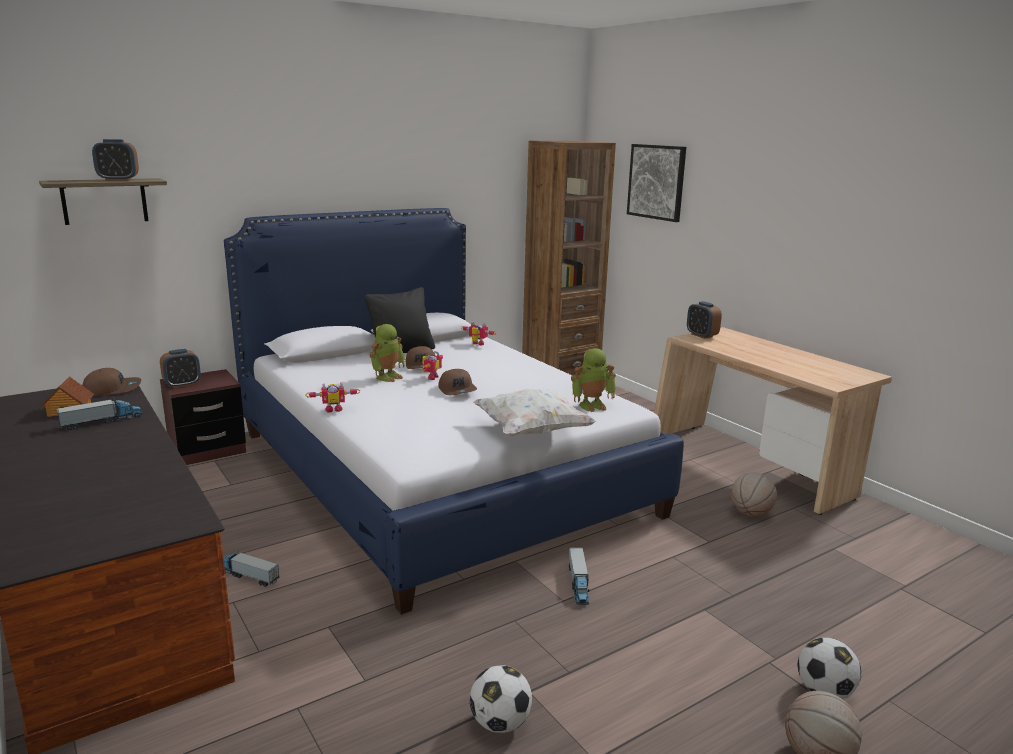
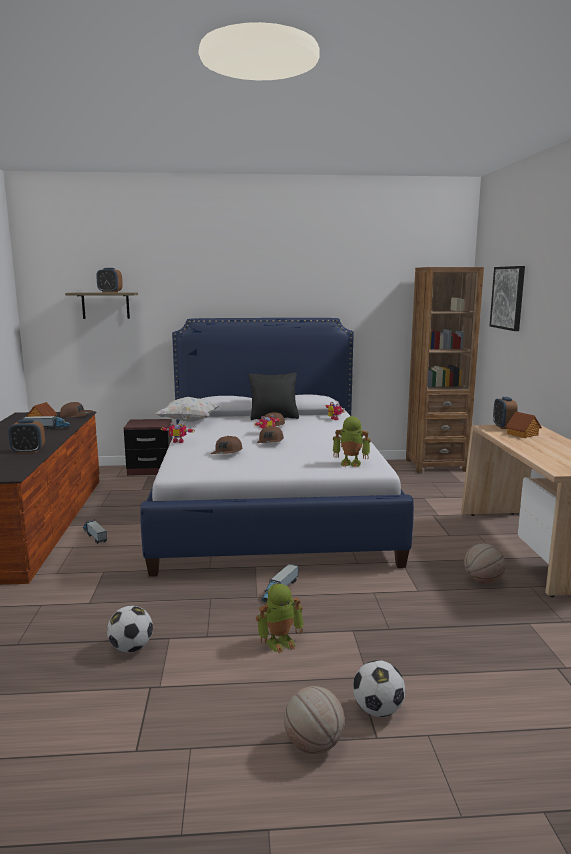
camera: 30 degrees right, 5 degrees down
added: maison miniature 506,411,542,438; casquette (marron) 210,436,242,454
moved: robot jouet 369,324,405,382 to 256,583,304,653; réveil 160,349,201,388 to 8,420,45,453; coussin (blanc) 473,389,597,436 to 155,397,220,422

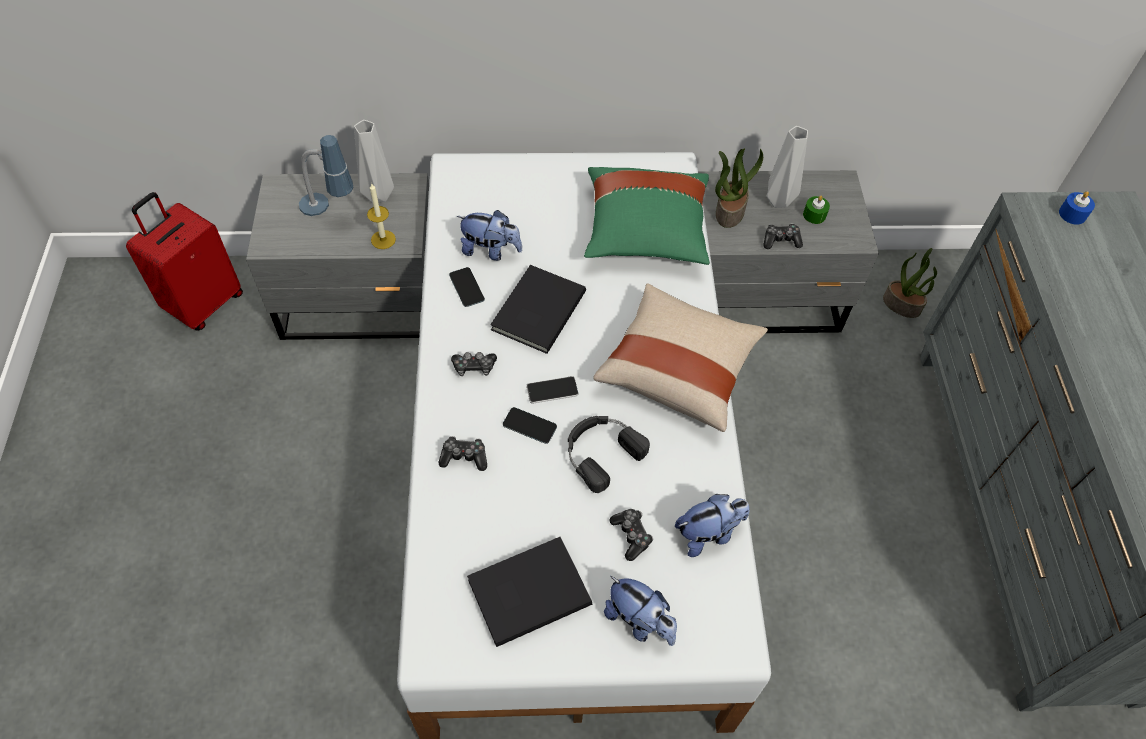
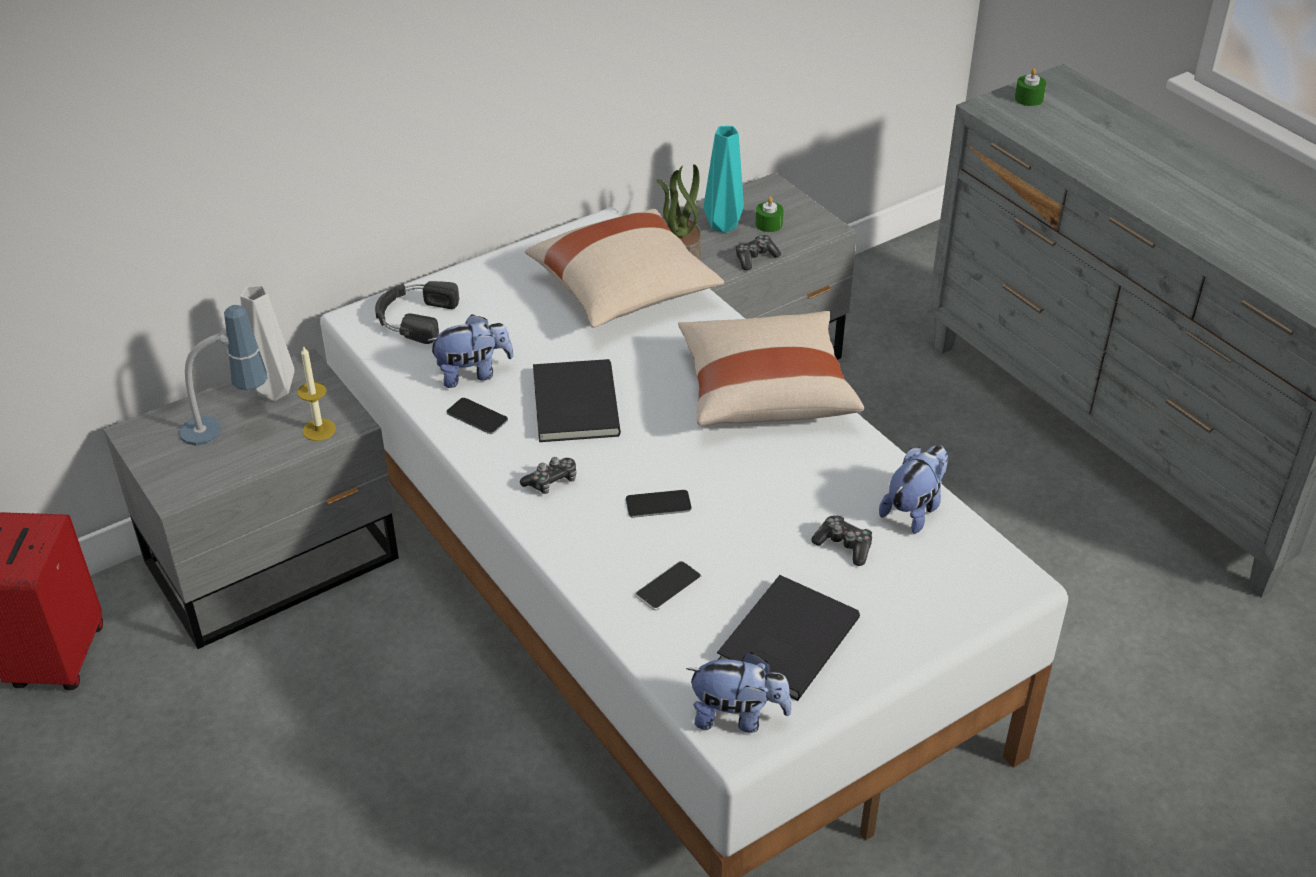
camera: 30 degrees left, 15 degrees down
removed: plante en pot 883,248,937,318; manette 438,436,487,471
moved: téléphone 526,376,579,404 to 635,561,701,611; casque audio (noir) 568,416,650,493 to 375,281,459,344; peluche 604,576,677,646 to 686,652,792,733
recoloured: vase (gris) 767,126,808,208 to vase (turquoise) 704,126,744,233; coussin (vert) 584,167,710,265 to coussin (beige) 525,209,725,328; bougie (bleu) 1059,191,1095,225 to bougie (vert) 1015,68,1046,106

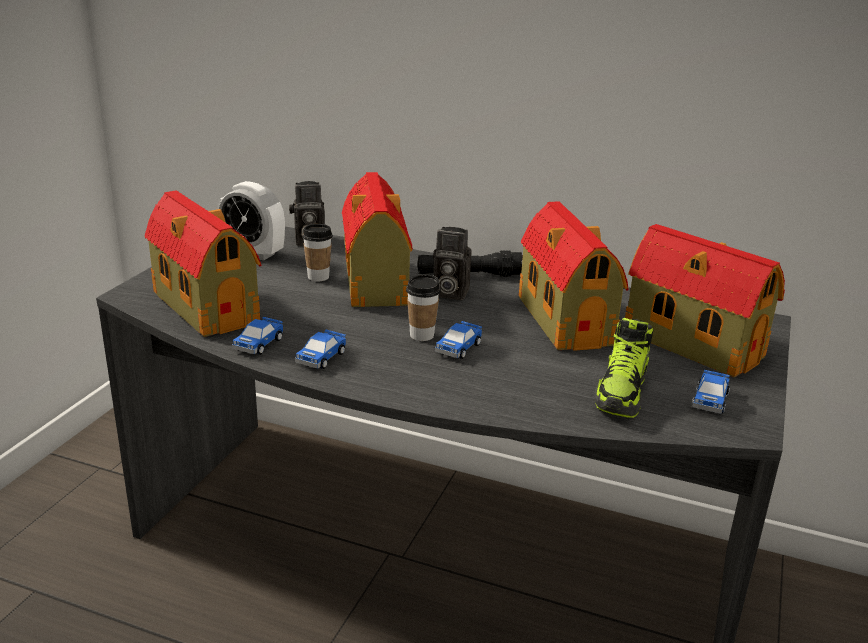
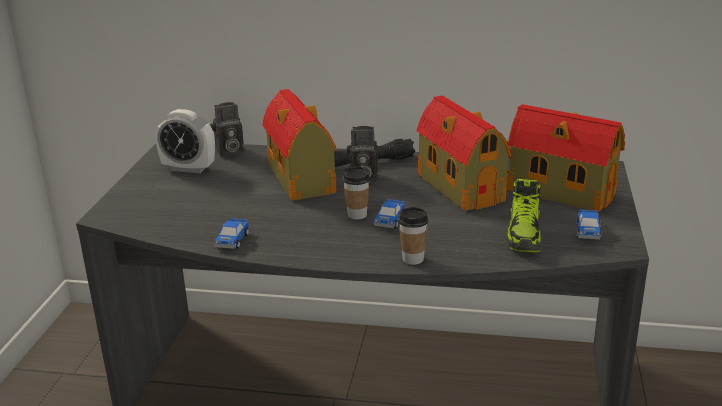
camera: 10 degrees left, 0 degrees up
removed: maison miniature 145,190,262,337; petite voiture 295,330,346,369
moved: tasse 302,224,333,281 to 398,207,429,265

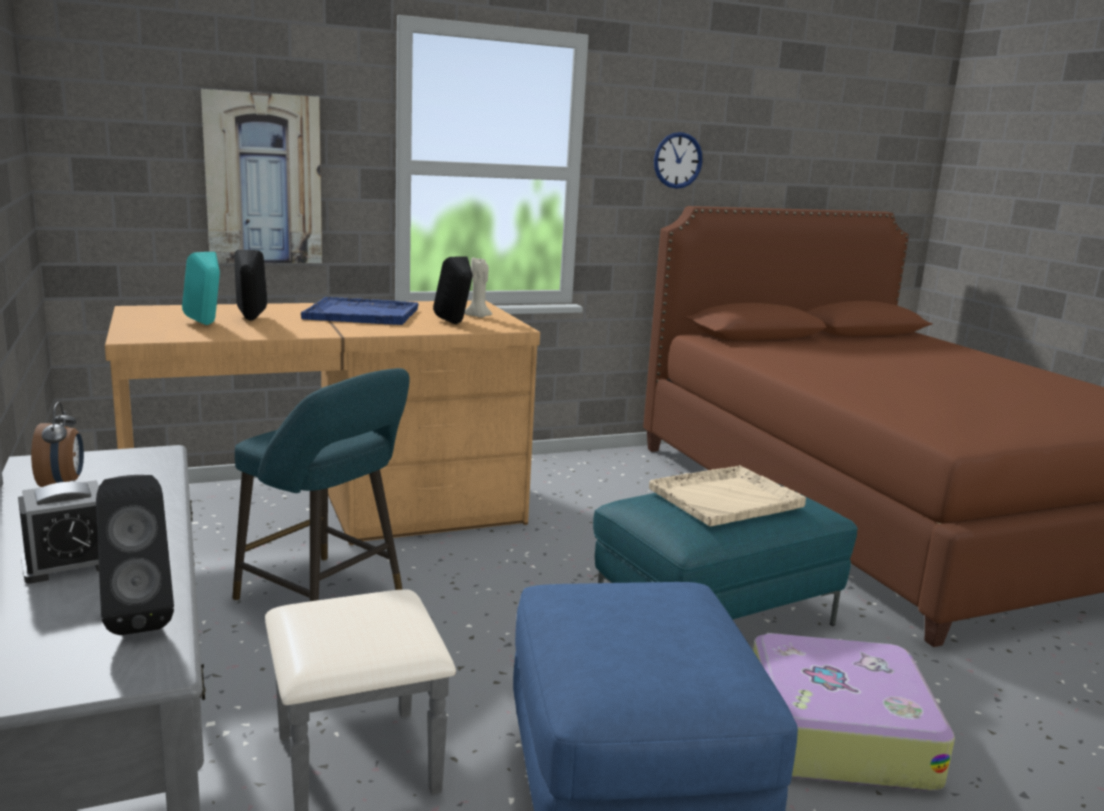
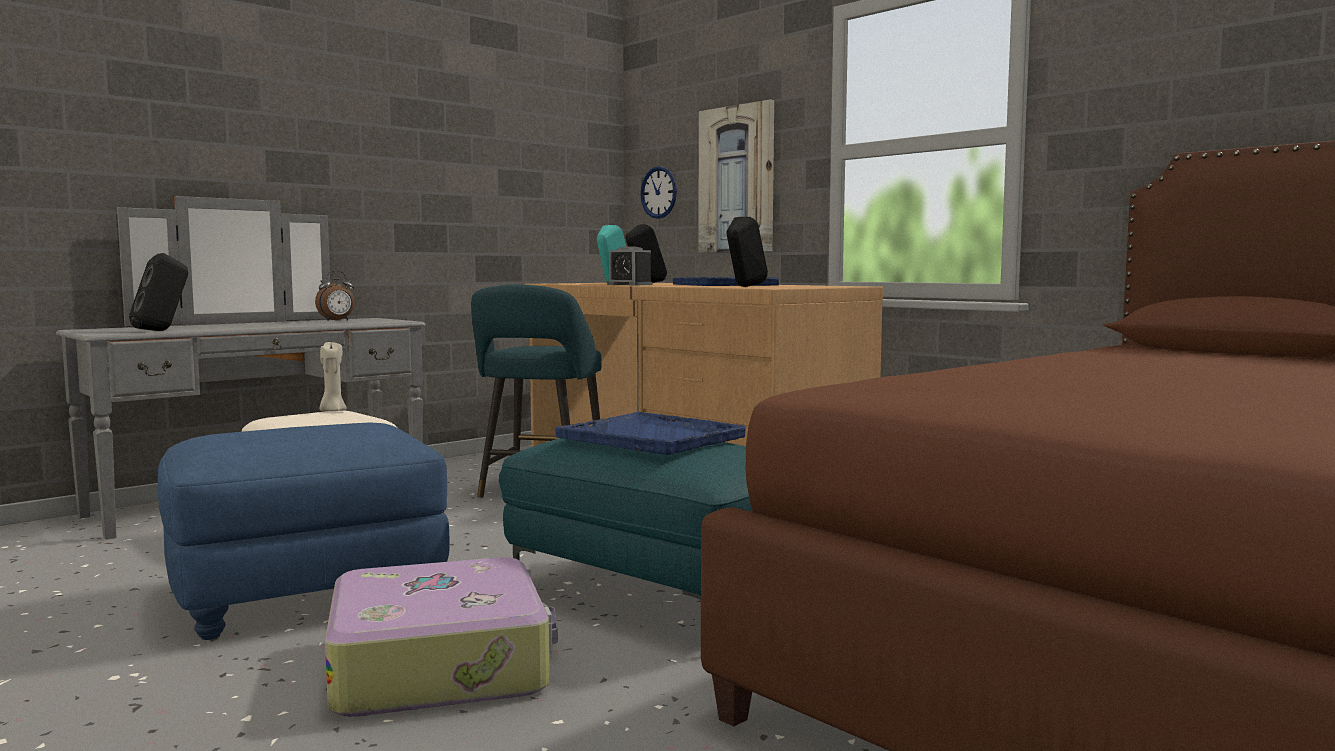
camera: 70 degrees right, 10 degrees down
moved: horloge murale 654,132,703,189 to 641,166,677,219; bougie (beige) 464,257,492,318 to 320,342,346,412; réveil 18,480,99,584 to 608,246,652,285
recoloured: plateau (beige) 649,465,806,526 to plateau (bleu) 555,412,746,455

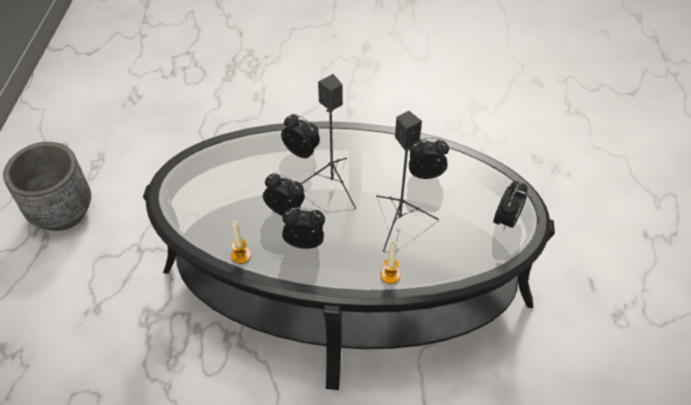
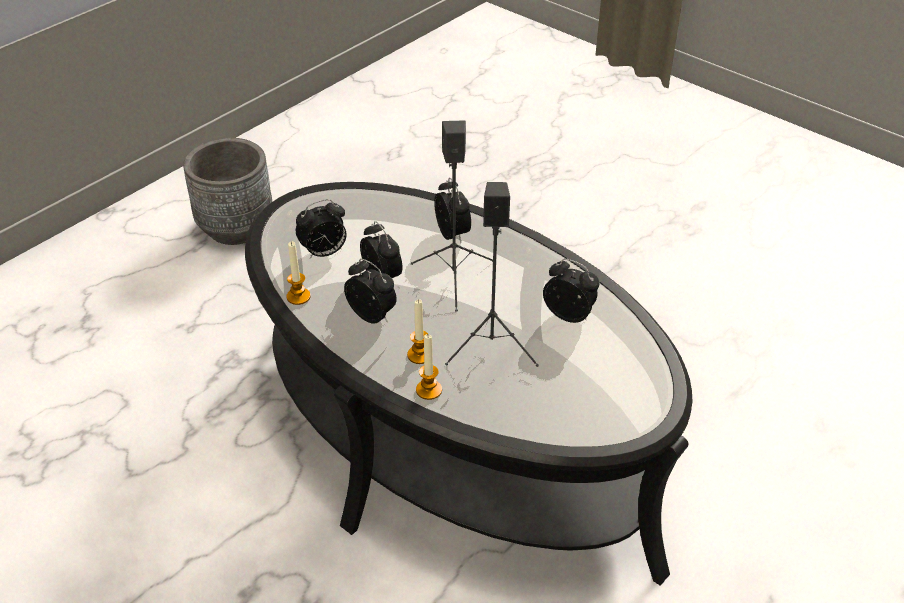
camera: 35 degrees right, 10 degrees down
added: bougie 407,299,428,364
moved: réveil 493,181,528,231 to 296,199,347,259

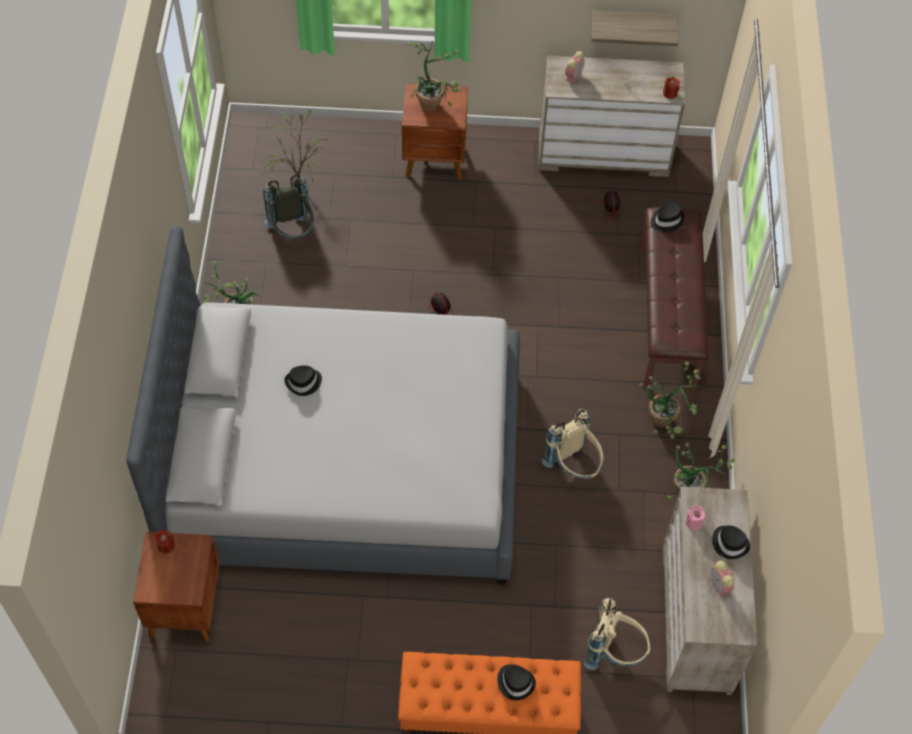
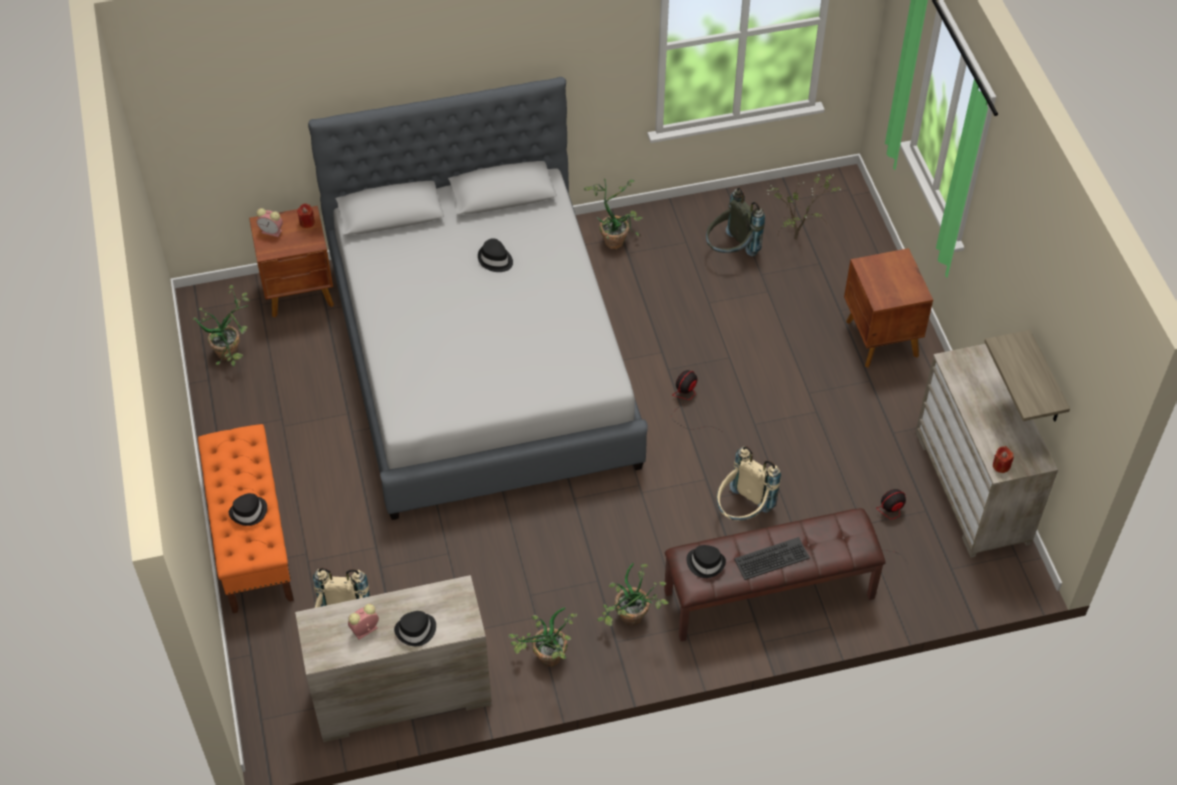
camera: 75 degrees right, 5 degrees down
removed: bougie (rose) 686,505,705,530
added: clavier 734,537,810,580
moved: plante en pot 408,41,462,112 to 192,285,250,366; réveil 565,51,585,83 to 256,208,283,237; chapeau (noir) 651,201,684,232 to 686,545,726,578; sac à dos (beige) 542,409,604,479 to 716,446,781,521

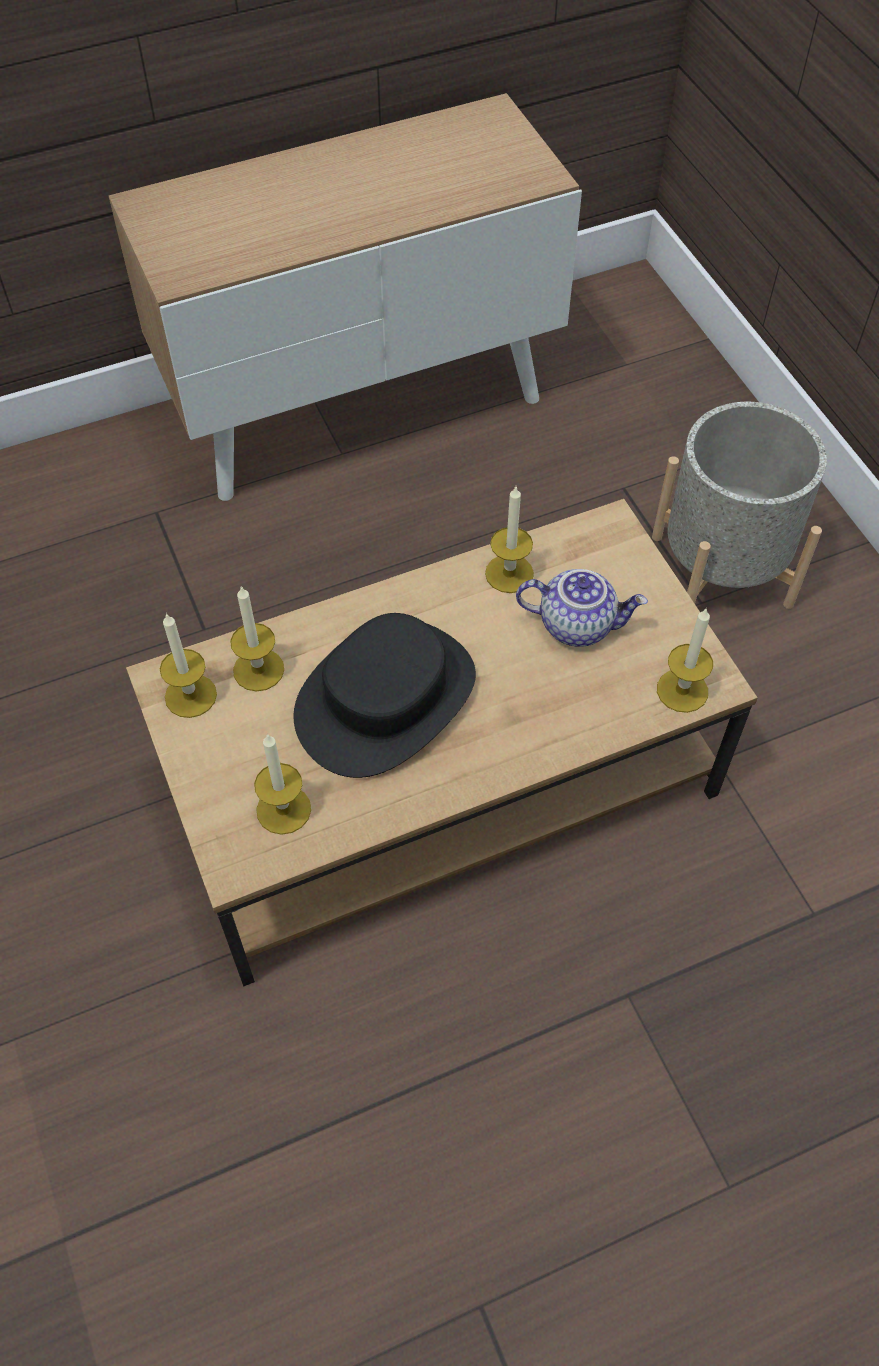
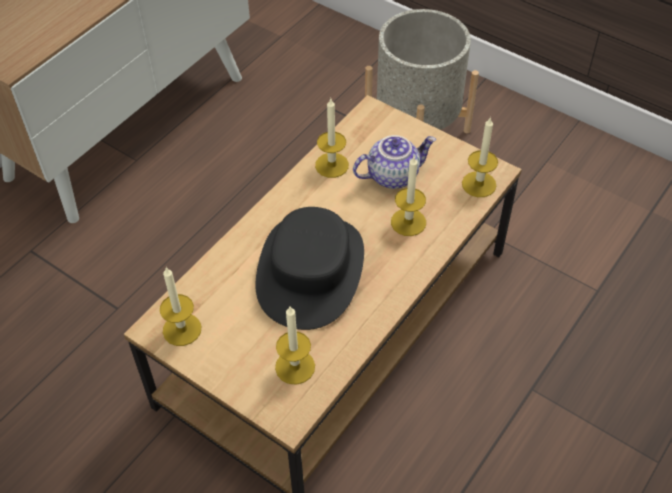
camera: 30 degrees left, 5 degrees down
moved: bougie 230,586,284,691 to 391,157,426,236

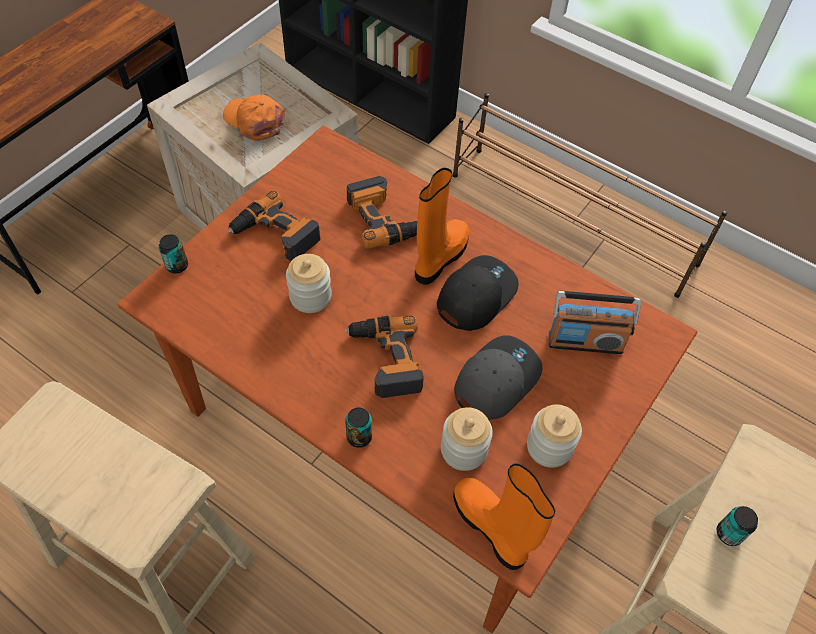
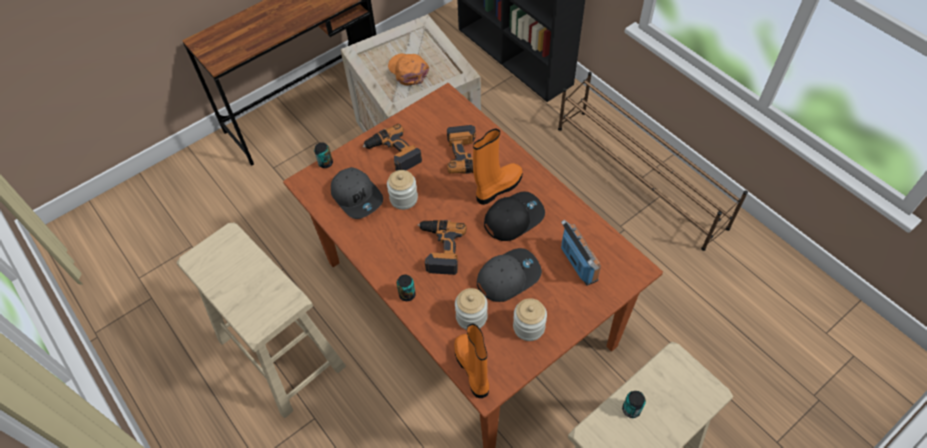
camera: 20 degrees right, 0 degrees up
added: casquette (gris) 331,167,383,219
turned: radio 549,291,641,354 = 561,220,601,286 135 degrees counterclockwise

